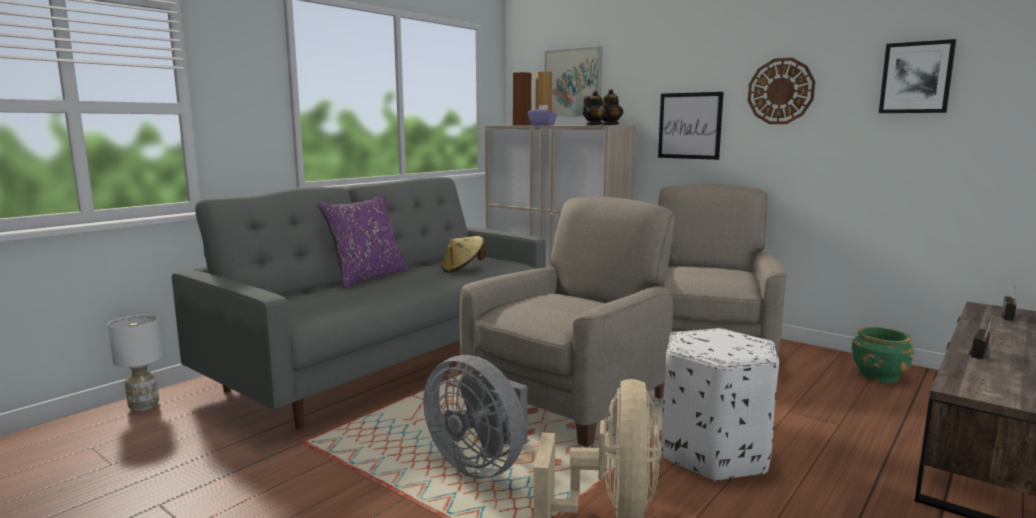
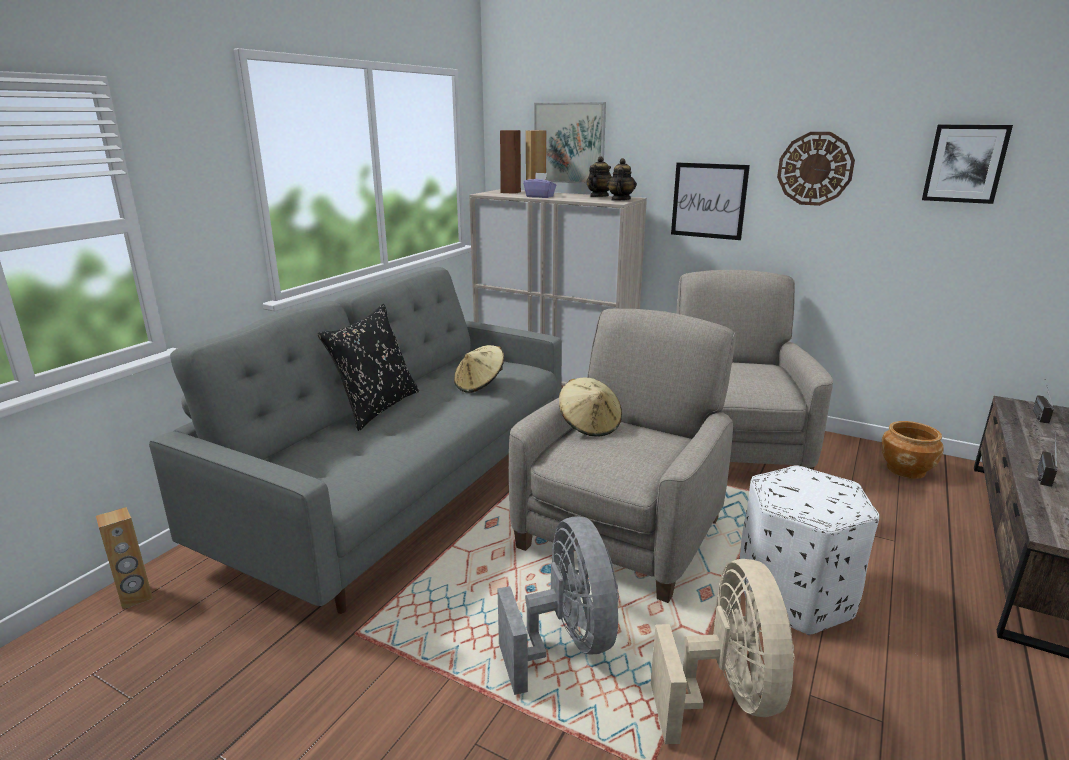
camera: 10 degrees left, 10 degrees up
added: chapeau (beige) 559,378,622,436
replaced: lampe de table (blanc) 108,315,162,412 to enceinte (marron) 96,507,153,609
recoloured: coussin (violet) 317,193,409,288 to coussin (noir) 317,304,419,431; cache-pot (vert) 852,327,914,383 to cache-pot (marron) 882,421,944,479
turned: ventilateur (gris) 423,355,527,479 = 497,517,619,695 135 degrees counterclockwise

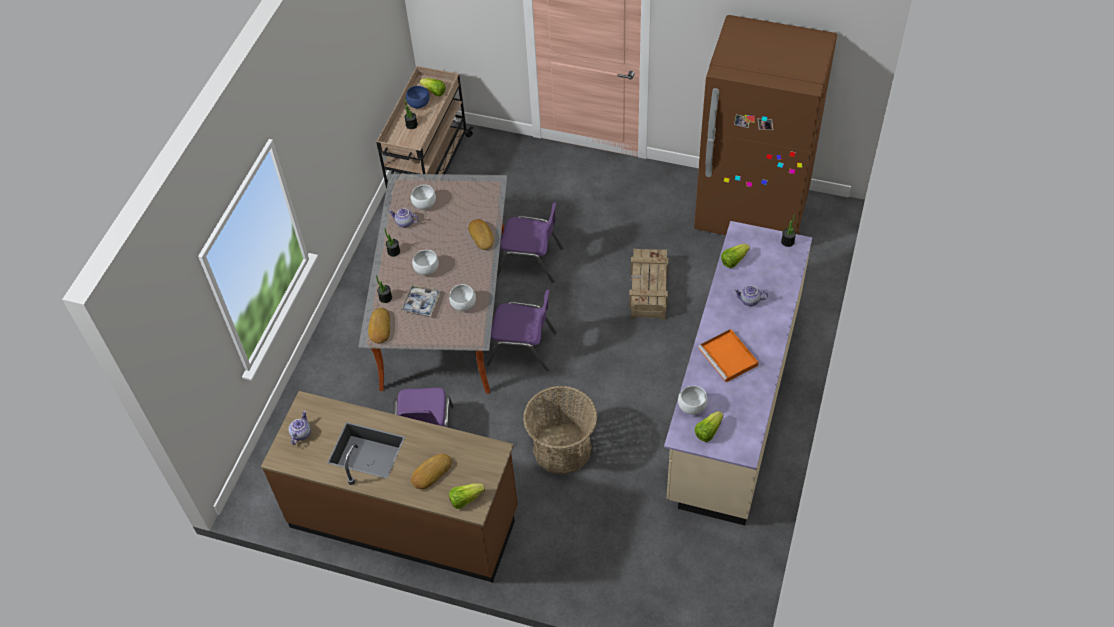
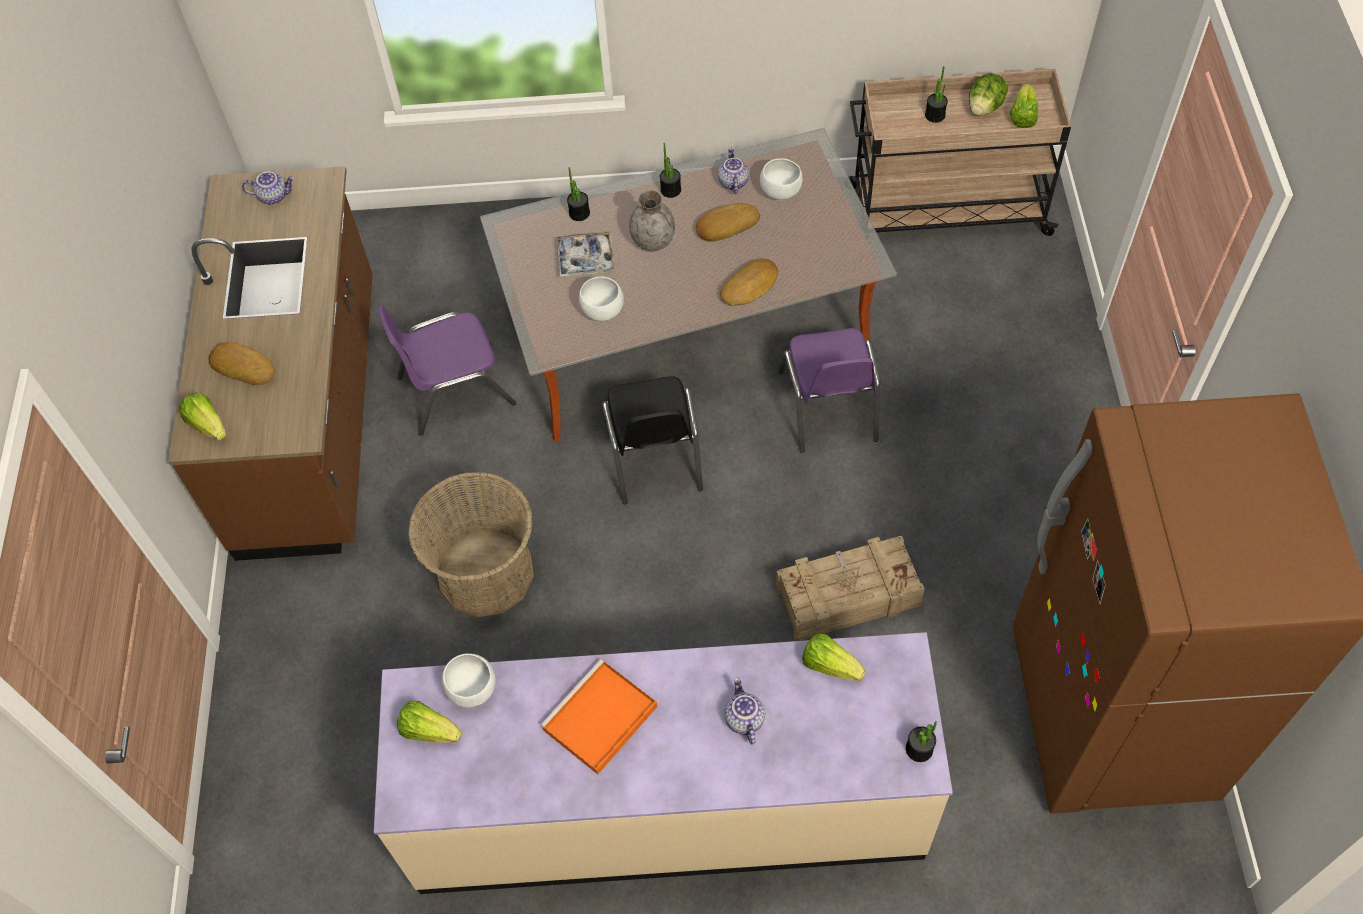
camera: 70 degrees right, 5 degrees up
moved: pain 368,308,390,343 to 696,203,760,241
replaced: bol (bleu) 406,86,430,108 to laitue 969,73,1008,116; bol (blanc) 412,250,439,275 to vase (gris) 629,190,675,251
recoloured: chaise (violet) 487,289,557,371 to chaise (noir) 602,376,703,504

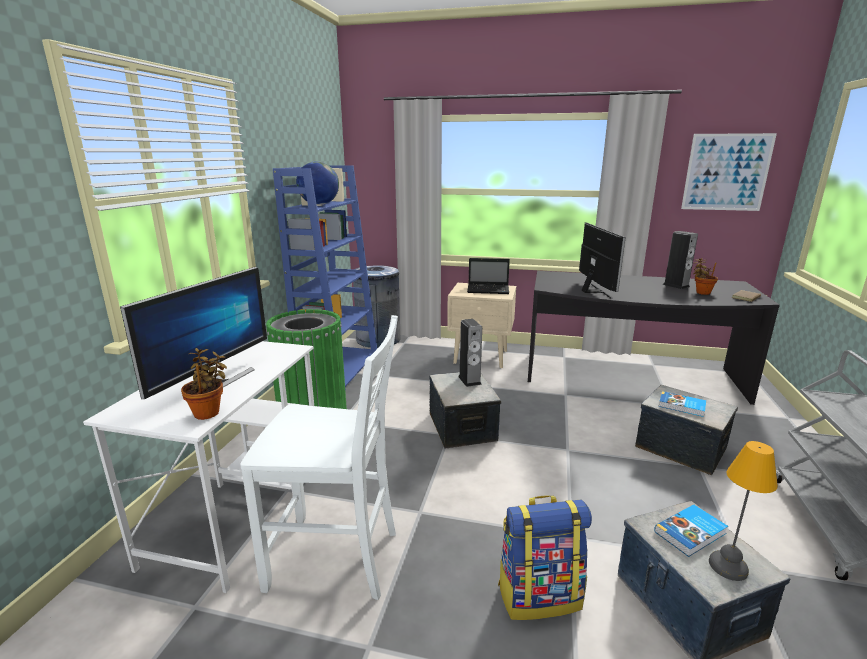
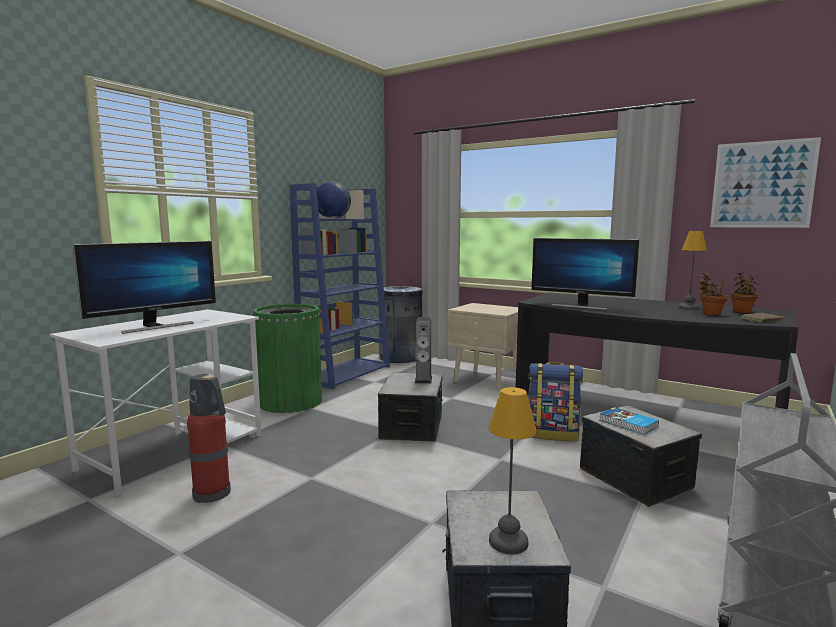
camera: 20 degrees right, 10 degrees down
removed: ordinateur portable 467,258,510,294; livre 654,504,728,557
moved: plante en pot 181,348,227,420 to 731,271,758,313; sac à dos 498,495,592,620 to 528,362,583,441
replaced: enceinte 663,231,698,289 to lampe de table 678,231,707,310; chaise (blanc) 240,315,398,600 to extincteur 187,374,231,503
turned: écran d'ordinateur 579,222,626,299 = 531,238,640,310 105 degrees clockwise

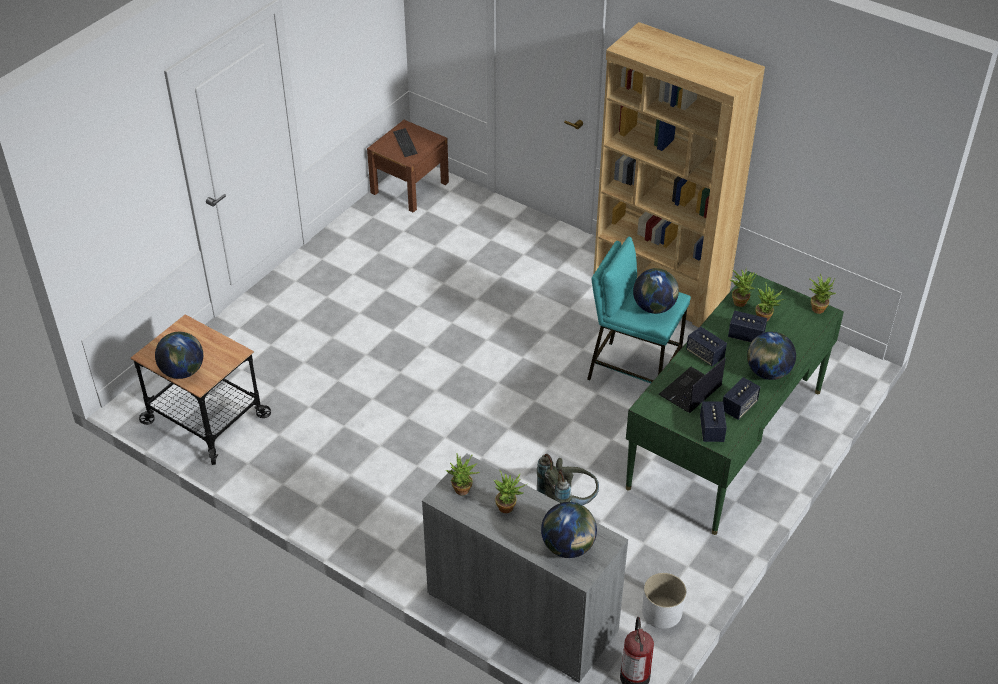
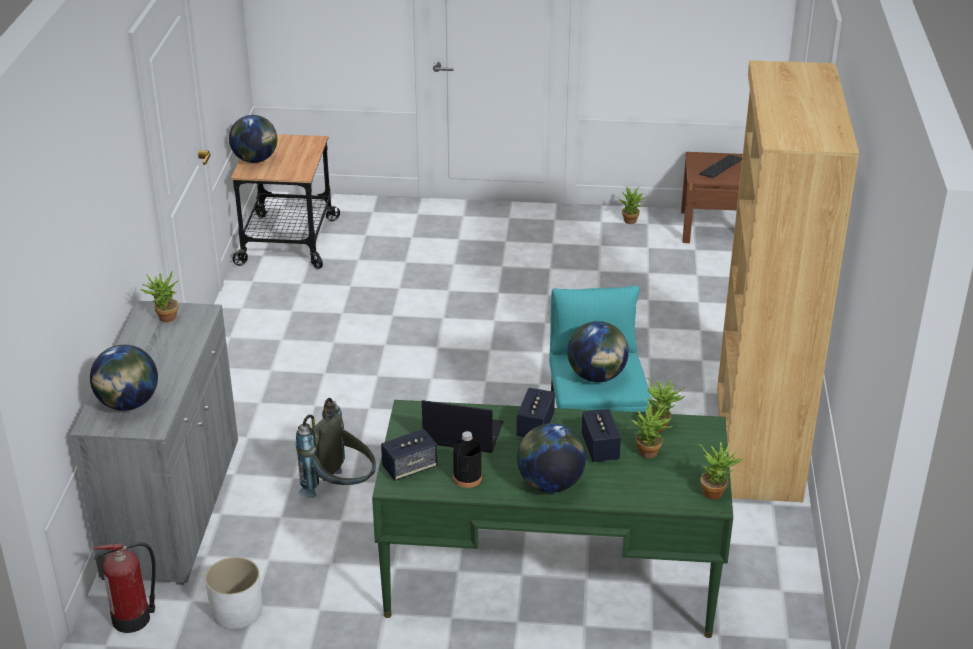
camera: 60 degrees right, 10 degrees down
moved: plante en pot 494,470,527,513 to 620,185,648,224
replaced: enceinte 723,377,760,420 to bouteille (noir) 453,431,482,488

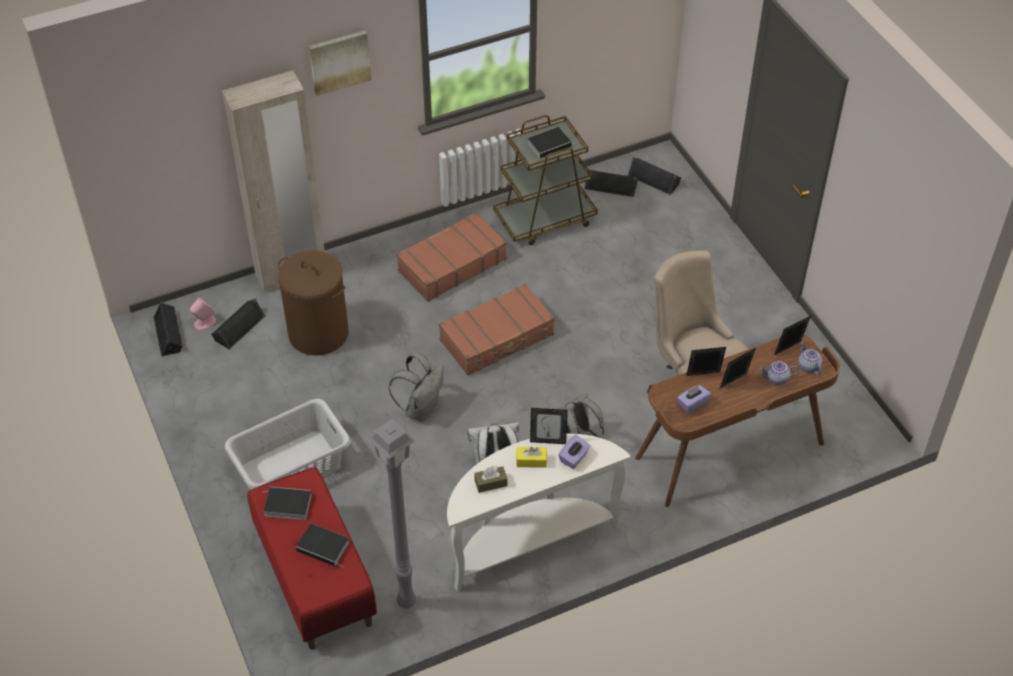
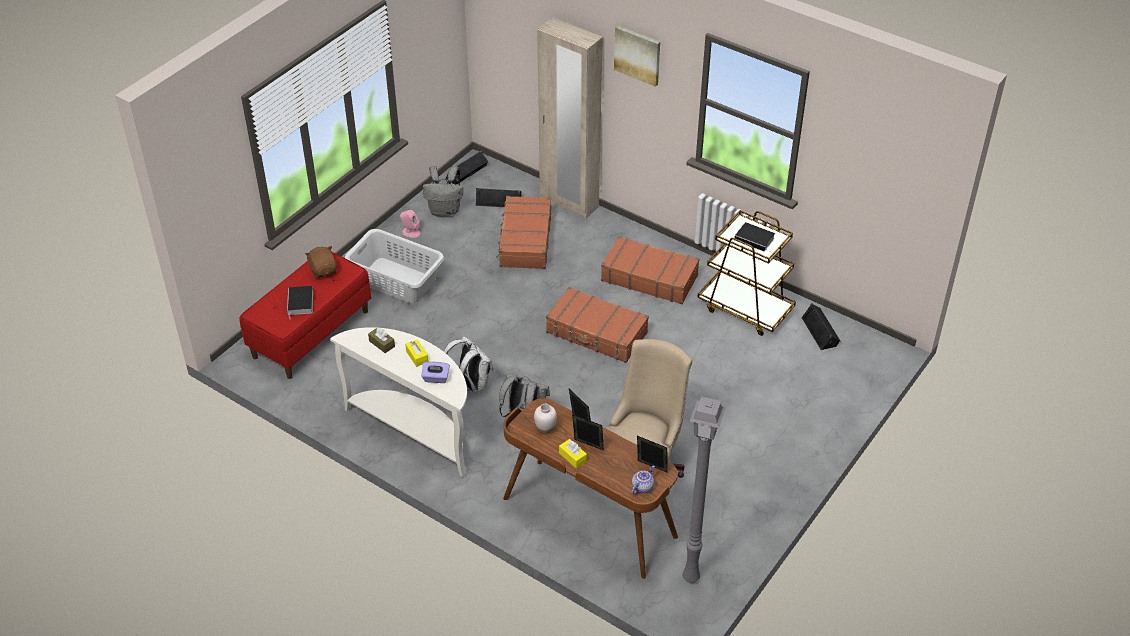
camera: 60 degrees right, 5 degrees down
removed: enceinte (noir) 627,157,681,195; théière 760,361,798,385; cadre photo 530,408,568,444
added: boîte à mouchoirs (jaune) 559,439,587,468
moved: enceinte (rose) 190,298,216,330 to 400,210,420,238; sac à dos (gris) 389,352,444,422 to 423,166,463,217; lampadaire (gris) 368,419,416,609 to 682,396,726,584
replaced: panier à linge (marron) 278,250,349,356 to valise (marron) 496,196,551,269; boîte à mouchoirs (violet) 677,385,711,414 to vase (blanc) 534,404,557,434; livre 262,487,312,520 to peluche (marron) 305,246,337,278

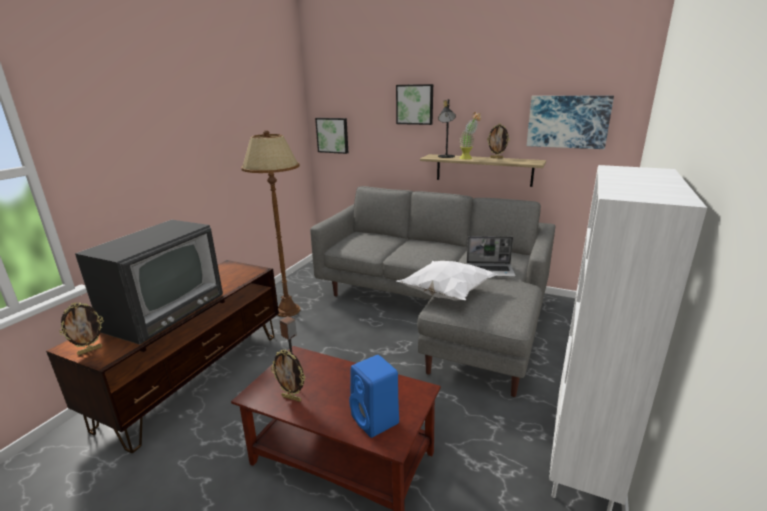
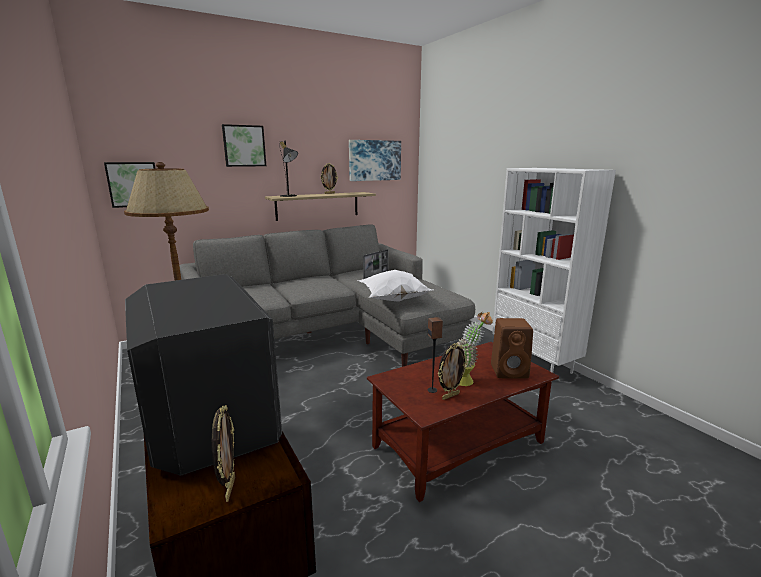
camera: 55 degrees left, 5 degrees down
moved: plante en pot 460,112,481,160 to 456,312,493,386
recoloured: enceinte (bleu) 349,355,399,438 to enceinte (marron) 491,318,533,379

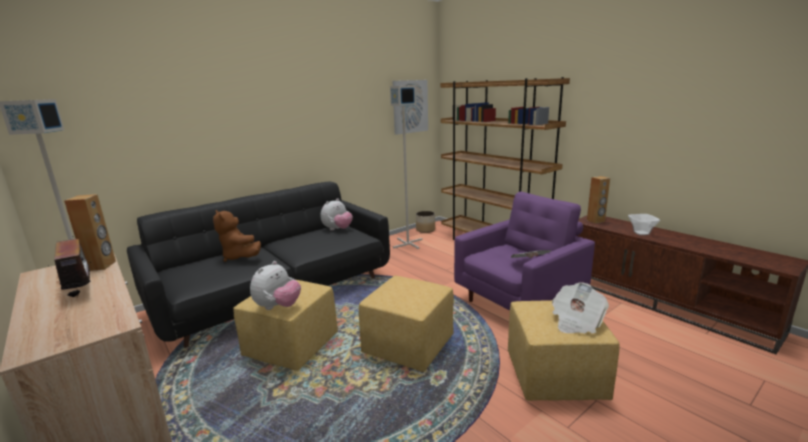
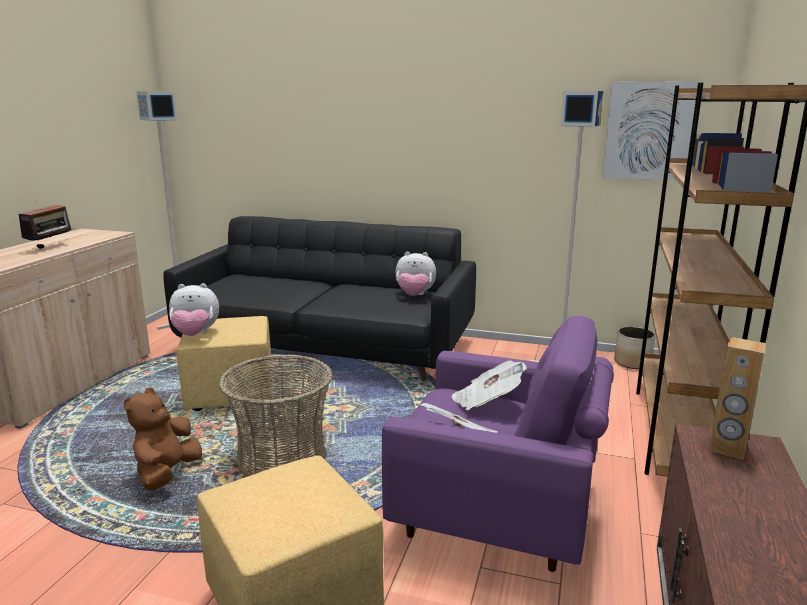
camera: 55 degrees right, 0 degrees up
removed: enceinte (marron) 64,194,116,271; bol 628,214,660,235
moved: peluche (marron) 213,210,261,262 to 124,387,202,490; journal 552,282,609,334 to 452,360,527,410
replaced: pouf (jaune) 359,276,454,372 to panier 218,354,333,477

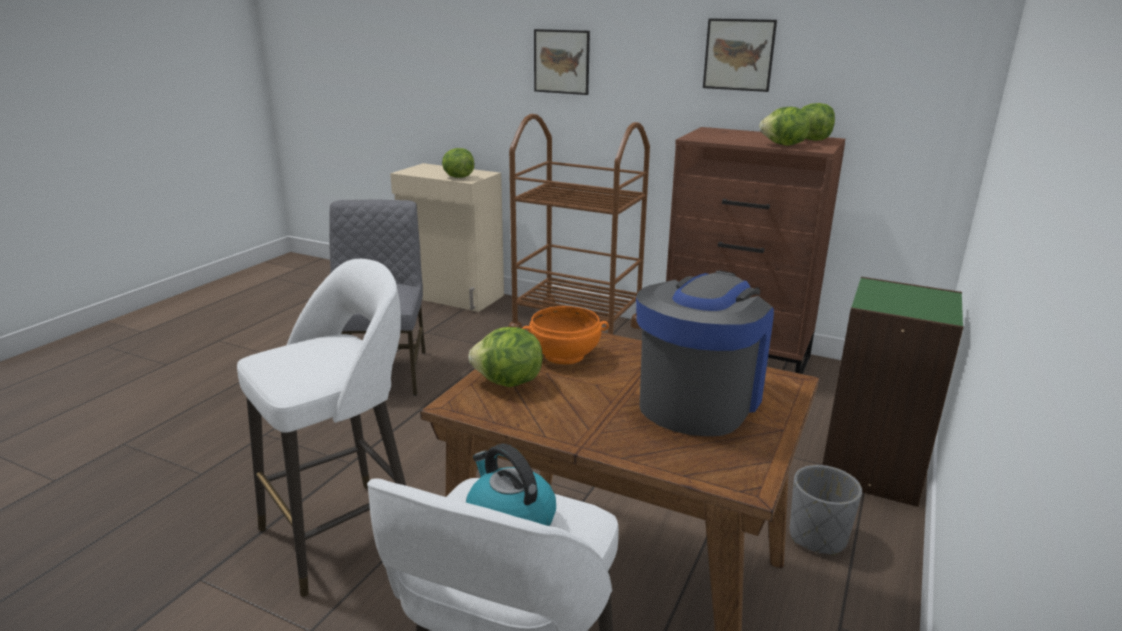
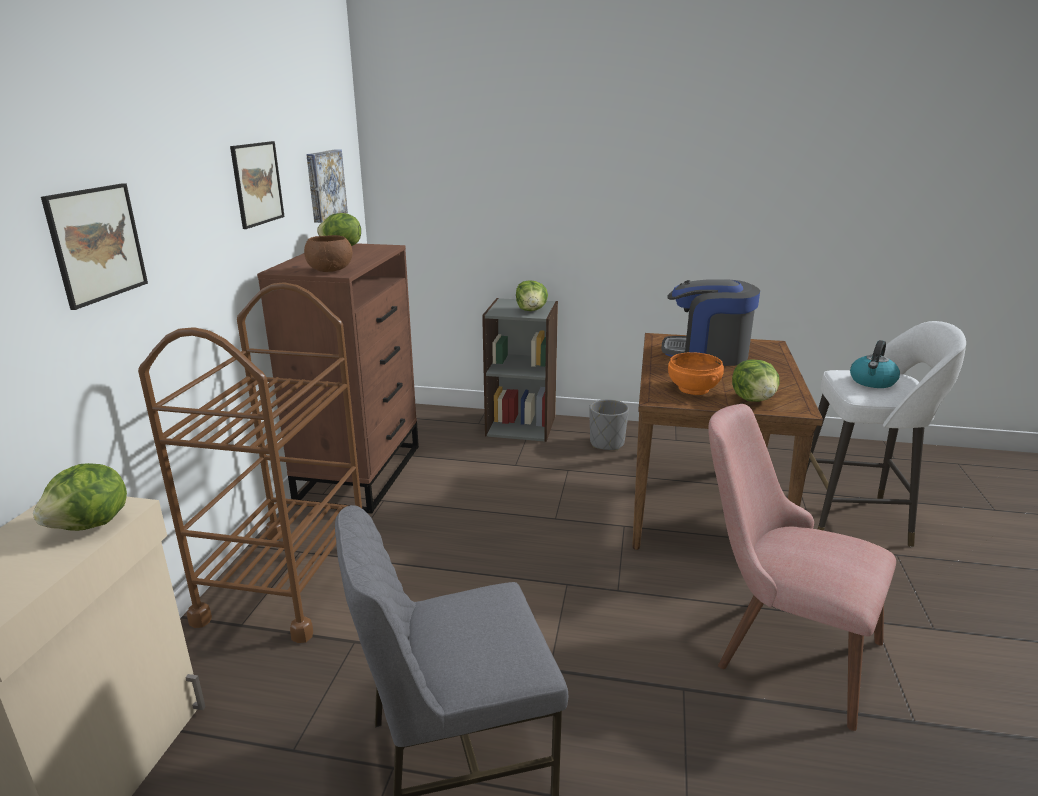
camera: 105 degrees left, 0 degrees up
added: tableau 306,149,348,223; bol (marron) 304,235,352,272
moved: laitue 759,107,810,146 to 516,280,548,311
replaced: tabouret (blanc) 237,259,406,597 to chaise (rose) 709,404,896,731
recoloured: bibliothèque (vert) 822,277,963,507 to bibliothèque (gris) 482,298,558,442

